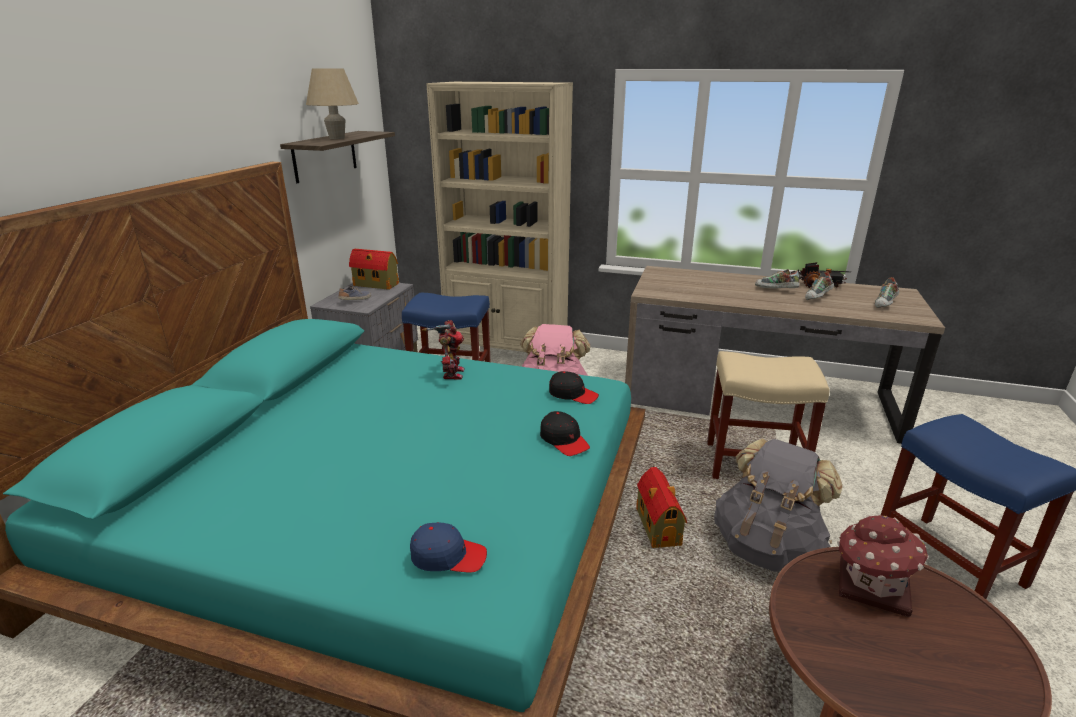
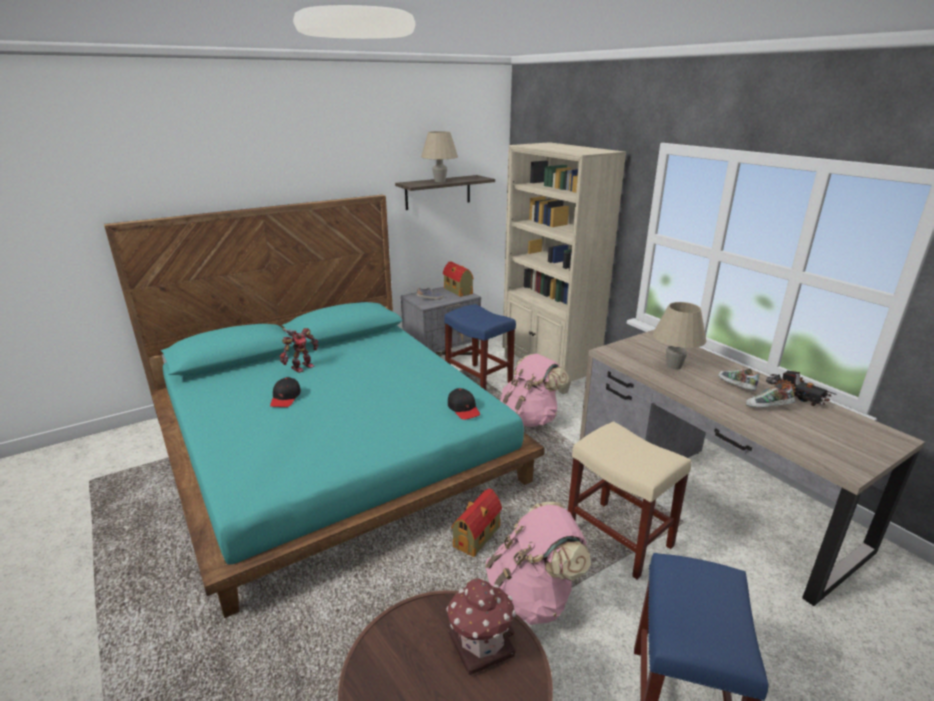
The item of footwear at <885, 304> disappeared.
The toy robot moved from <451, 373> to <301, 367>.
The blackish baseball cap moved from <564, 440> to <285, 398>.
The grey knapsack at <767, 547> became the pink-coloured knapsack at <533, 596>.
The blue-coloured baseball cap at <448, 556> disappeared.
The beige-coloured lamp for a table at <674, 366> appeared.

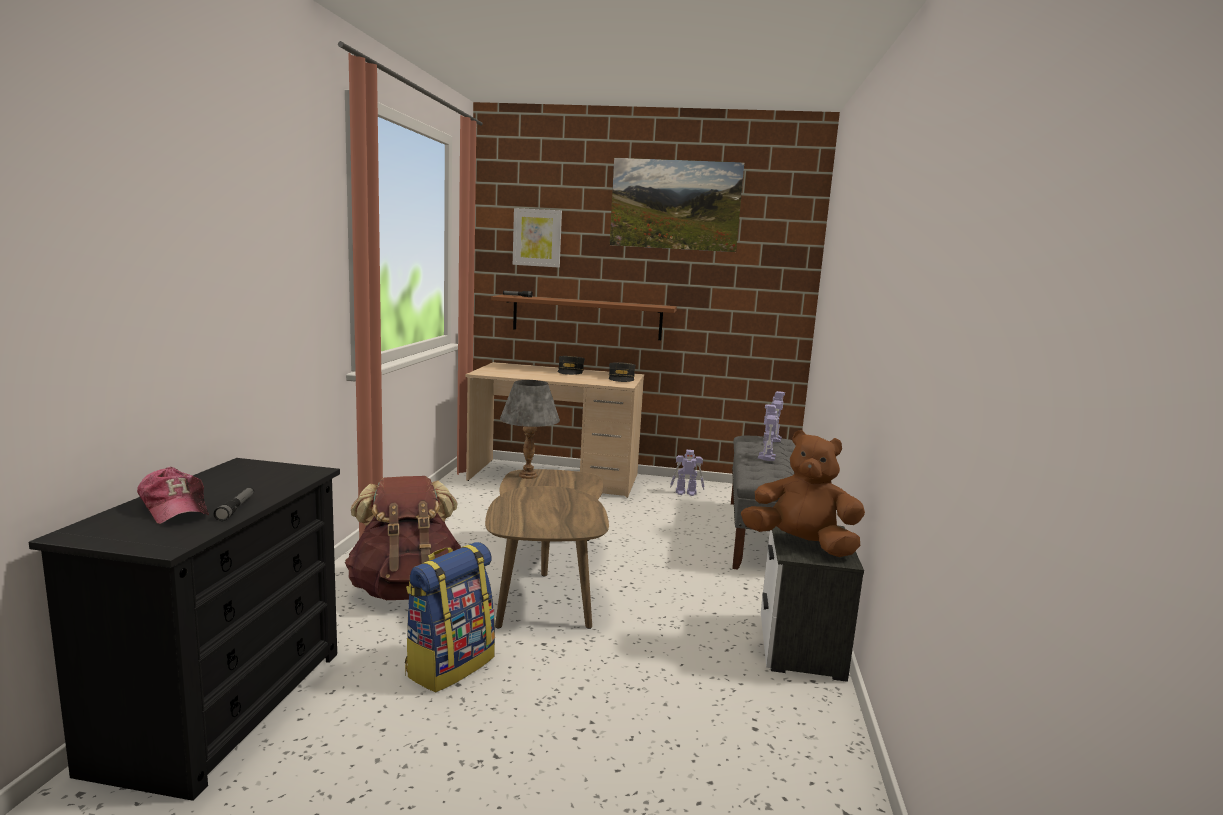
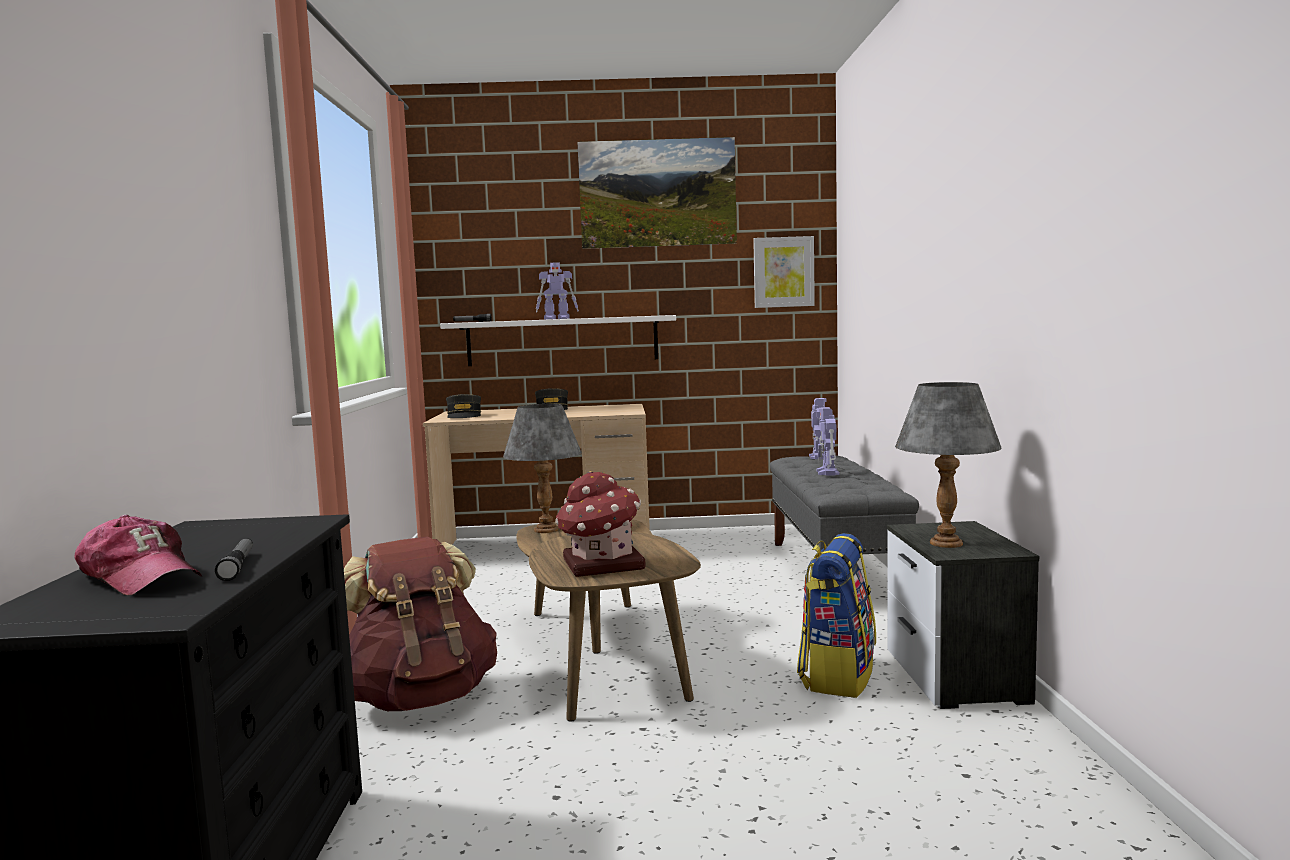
The wall art moved from <537, 238> to <783, 272>.
The brown shelf at <587, 317> became the whitish shelf at <562, 341>.
The grey baseball cap moved from <621, 378> to <464, 416>.
The brown plush toy at <801, 545> was replaced by the grey lamp for a table at <946, 543>.
The toy robot moved from <686, 493> to <557, 319>.
The knapsack moved from <449, 665> to <837, 675>.
The model house at <601, 565> appeared.

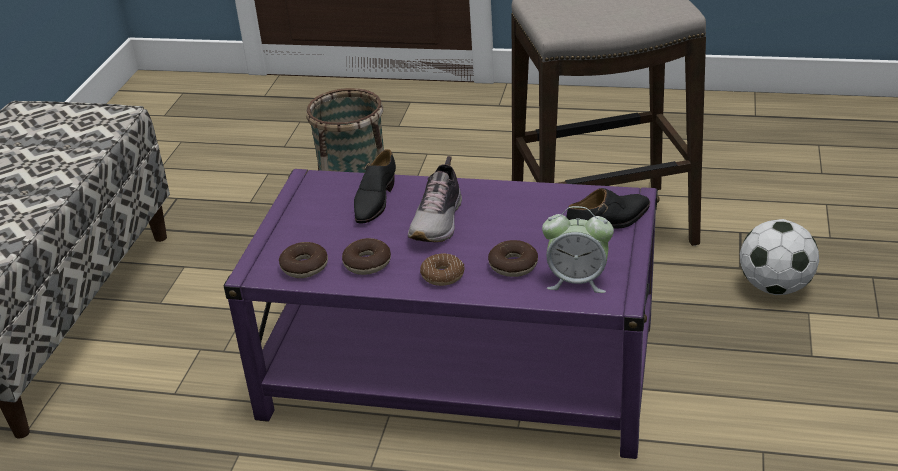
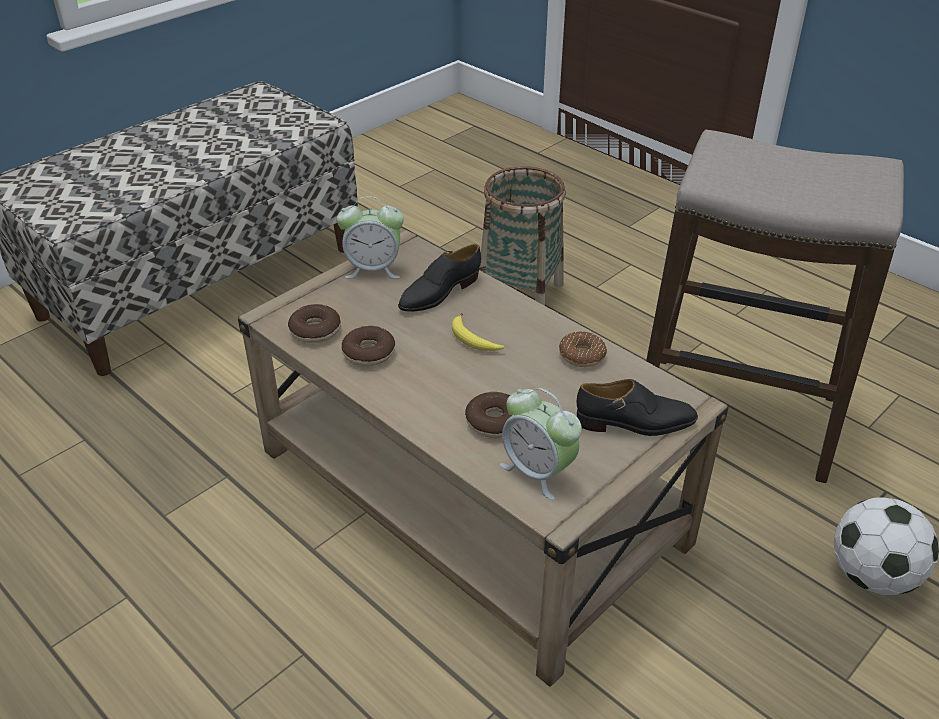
The item of footwear at <438, 221> was replaced by the whole banana at <473, 340>.
The purple low table at <460, 371> became the beige-coloured low table at <470, 497>.
The ring doughnut moved from <442, 275> to <582, 355>.
The alarm clock at <373, 269> appeared.

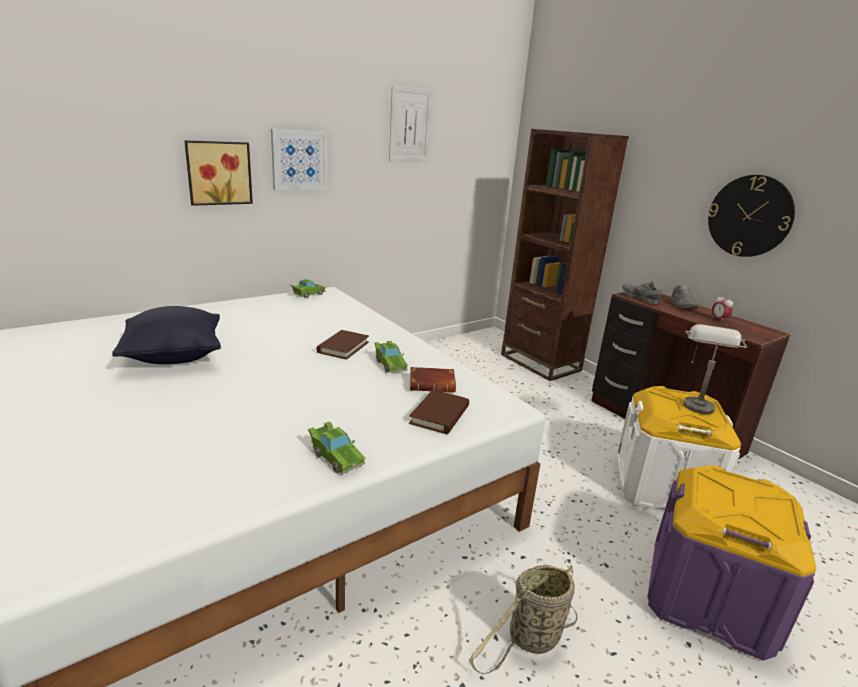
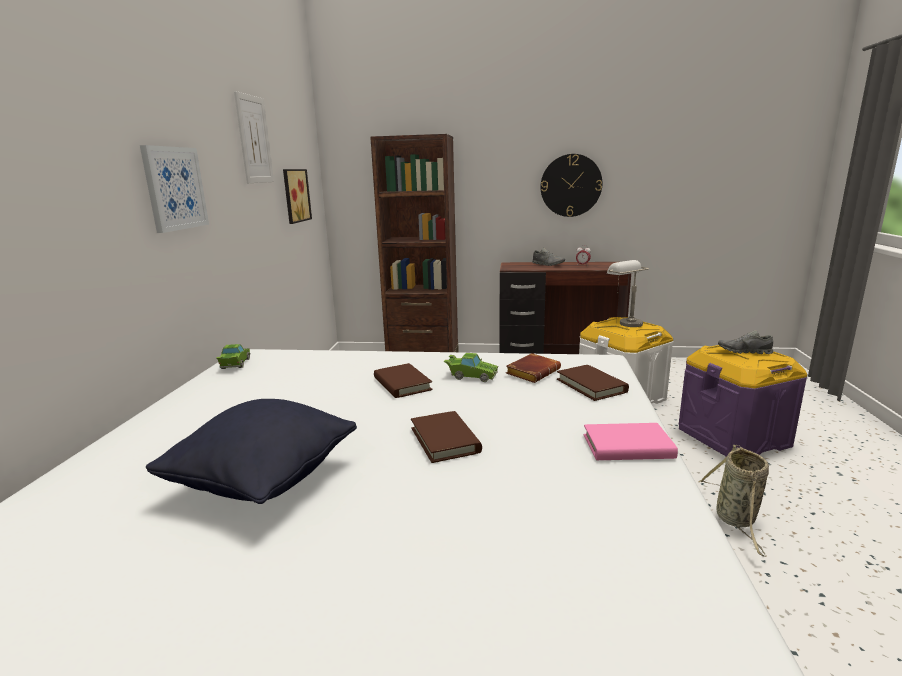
The wall art moved from <218, 173> to <294, 195>.
The grey item of footwear moved from <640, 298> to <744, 351>.
The green-coloured toy car at <335, 457> was replaced by the pink-coloured book at <627, 447>.
The brown book at <445, 440> appeared.

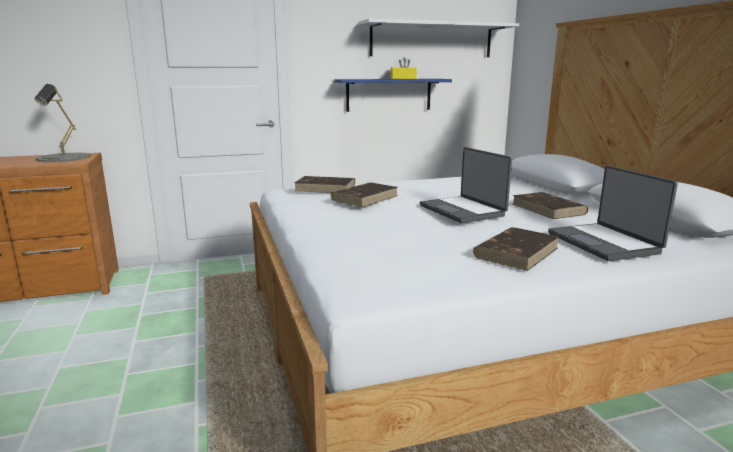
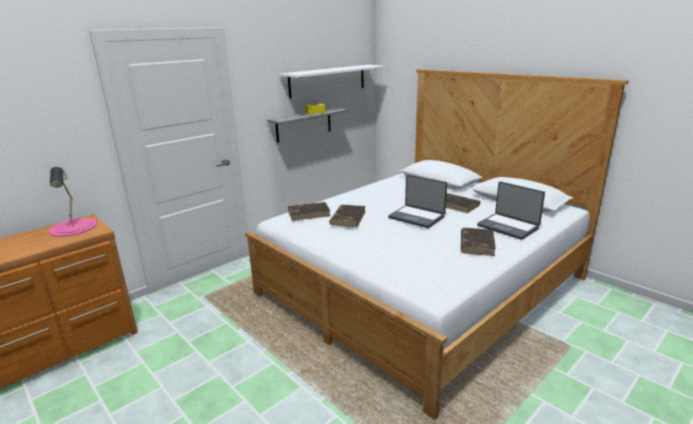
The blue-coloured shelf at <389, 95> became the grey shelf at <304, 125>.
The grey lamp for a table at <64, 157> became the pink-coloured lamp for a table at <73, 227>.

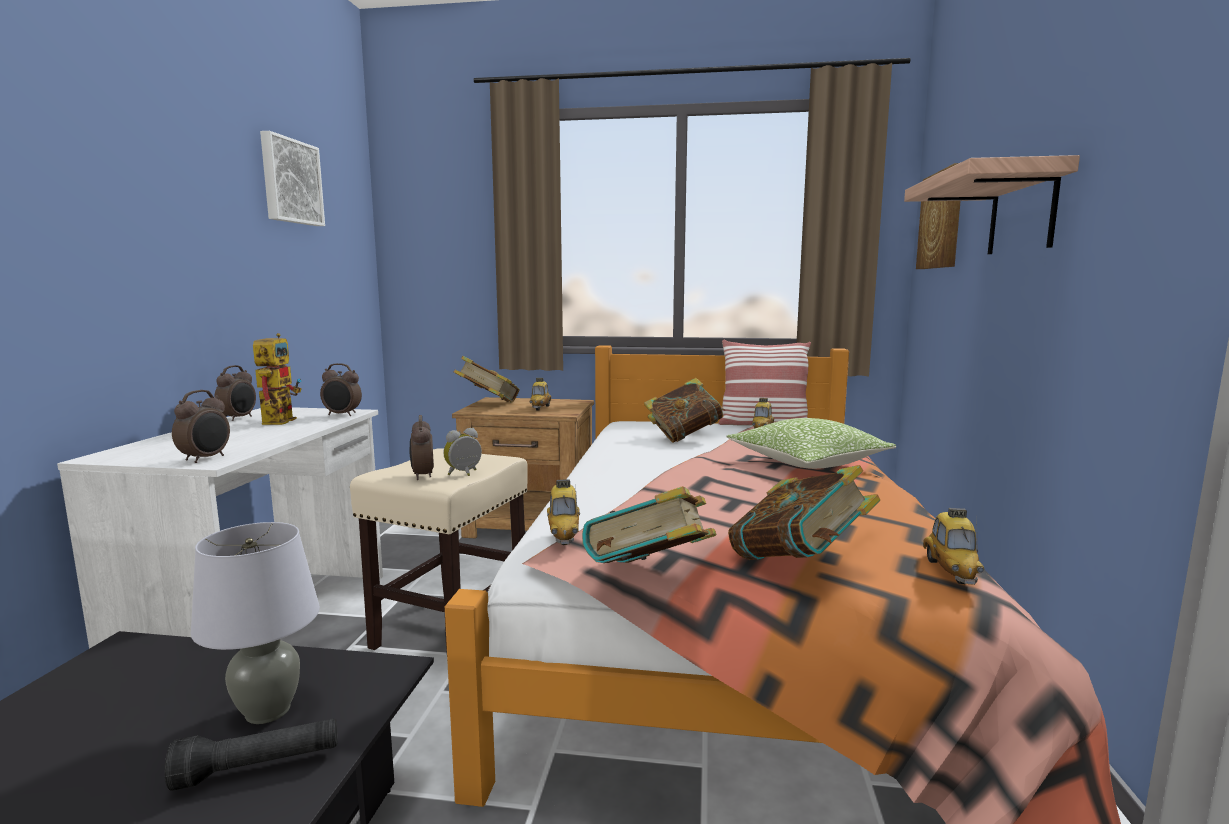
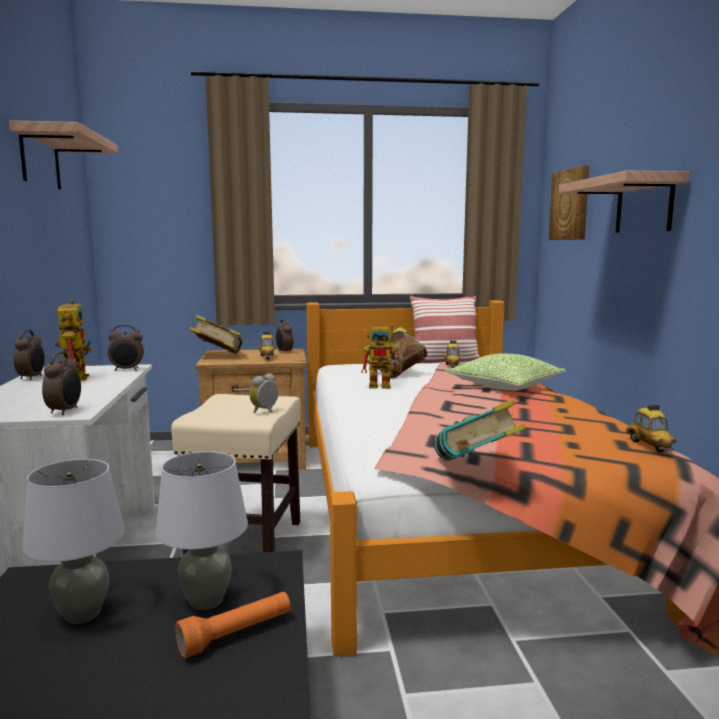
The wall art at <290, 181> was replaced by the shelf at <40, 159>.
The alarm clock moved from <422, 476> to <284, 352>.
The book at <798, 564> disappeared.
The toy car at <564, 535> disappeared.
The blackish hand torch at <259, 767> became the orange hand torch at <236, 635>.
The toy robot at <385, 386> appeared.
The grey lamp for a table at <83, 614> appeared.

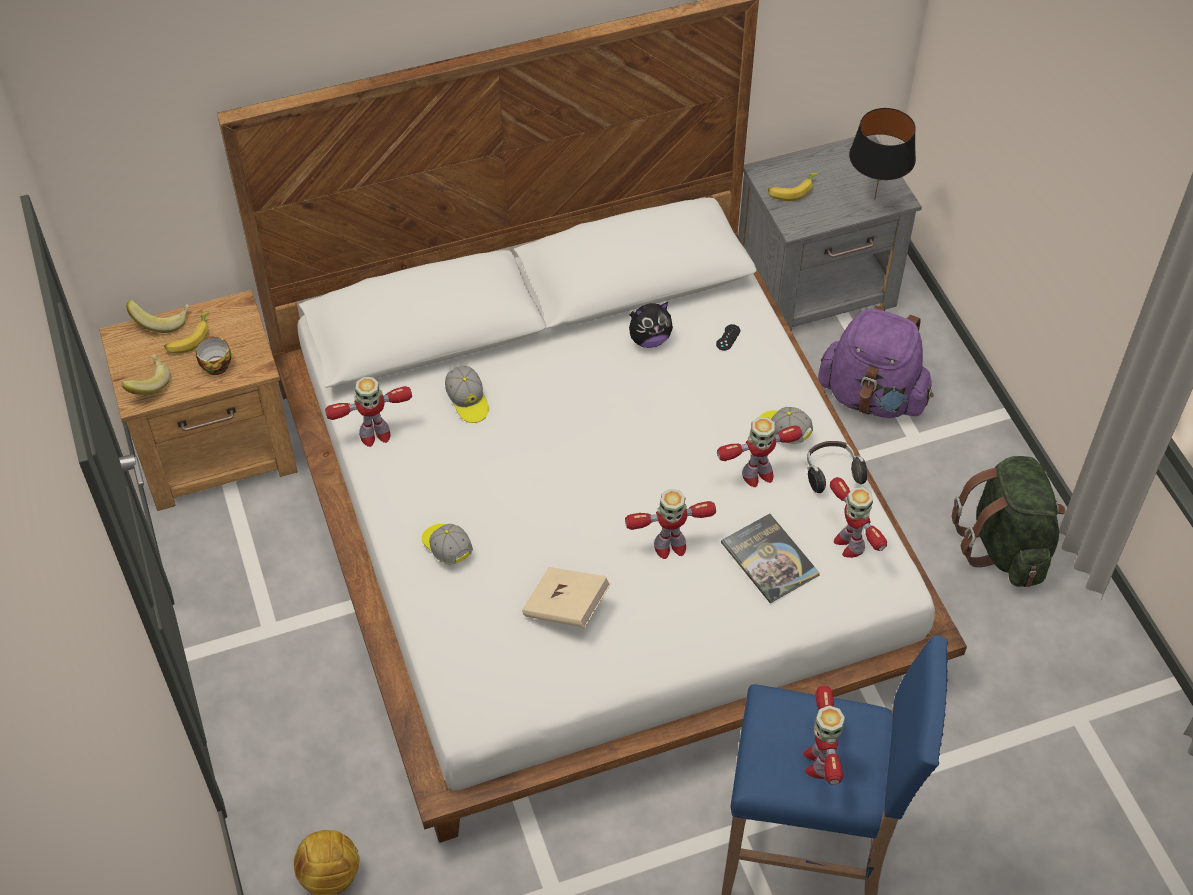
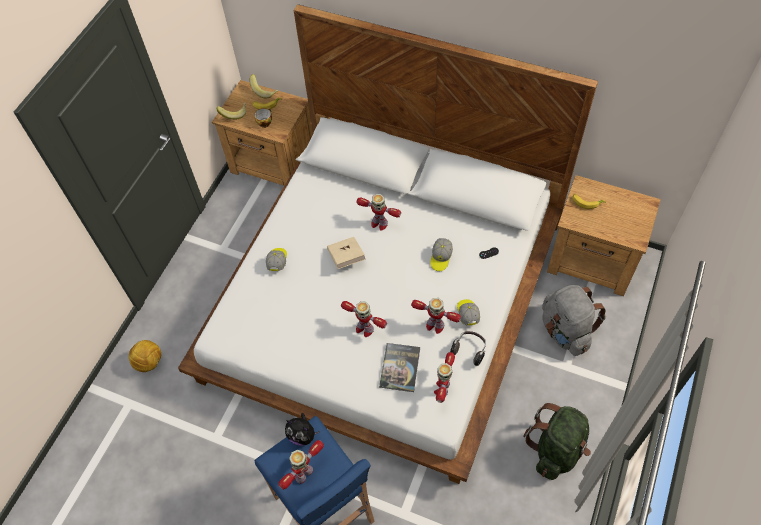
The blackish lamp for a table at <875, 200> disappeared.
The grey nightstand at <817, 287> became the brown nightstand at <593, 261>.
The plush toy moved from <649, 339> to <302, 435>.
The purple knapsack at <872, 397> became the grey knapsack at <565, 331>.
The baseball cap moved from <467, 401> to <441, 257>.
The toy robot moved from <374, 435> to <379, 223>.
The beige-coloured book moved from <566, 608> to <346, 258>.

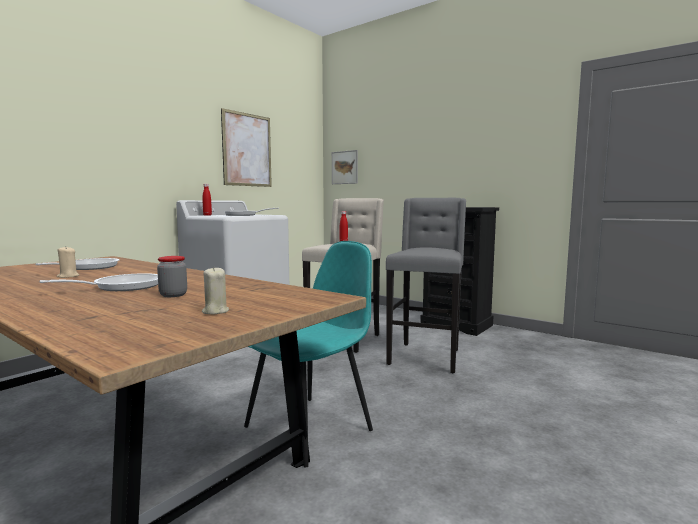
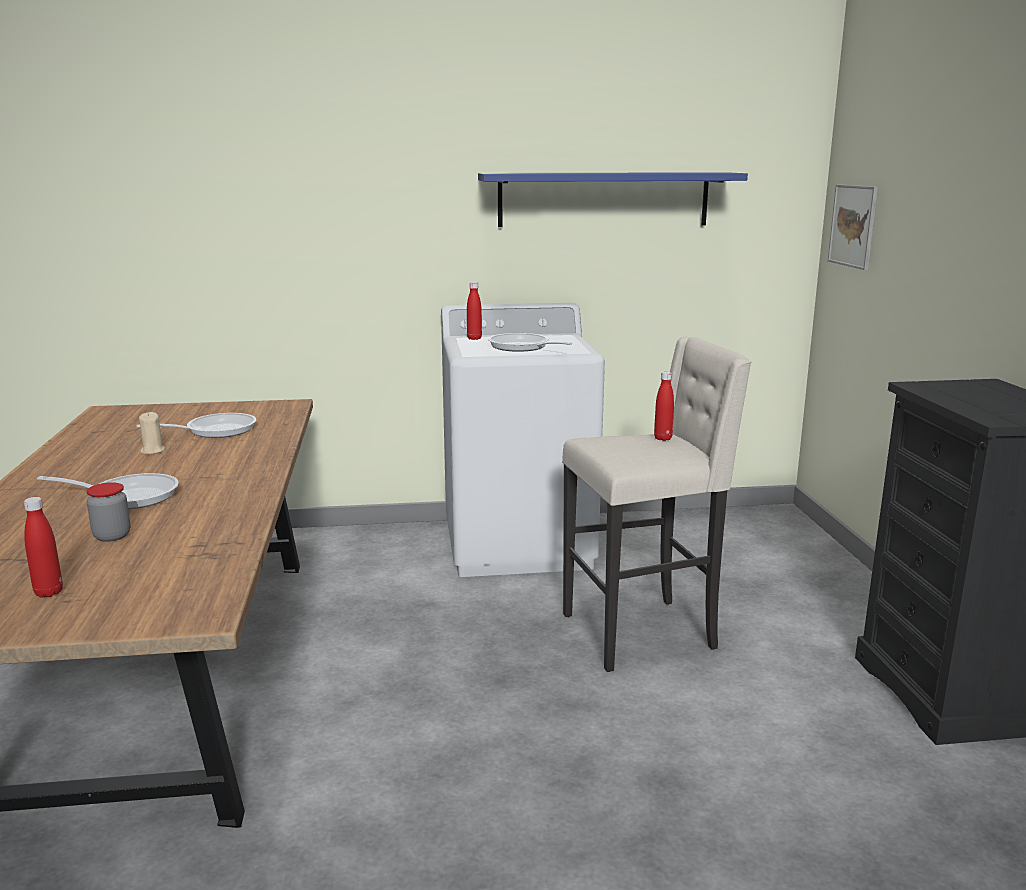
The wall art at <247, 150> was replaced by the blue-coloured shelf at <603, 199>.
The grey stool seat at <425, 356> disappeared.
The turquoise-coloured plain chair at <311, 427> disappeared.
The beige-coloured wax light at <215, 311> was replaced by the reddish drink bottle at <49, 592>.

